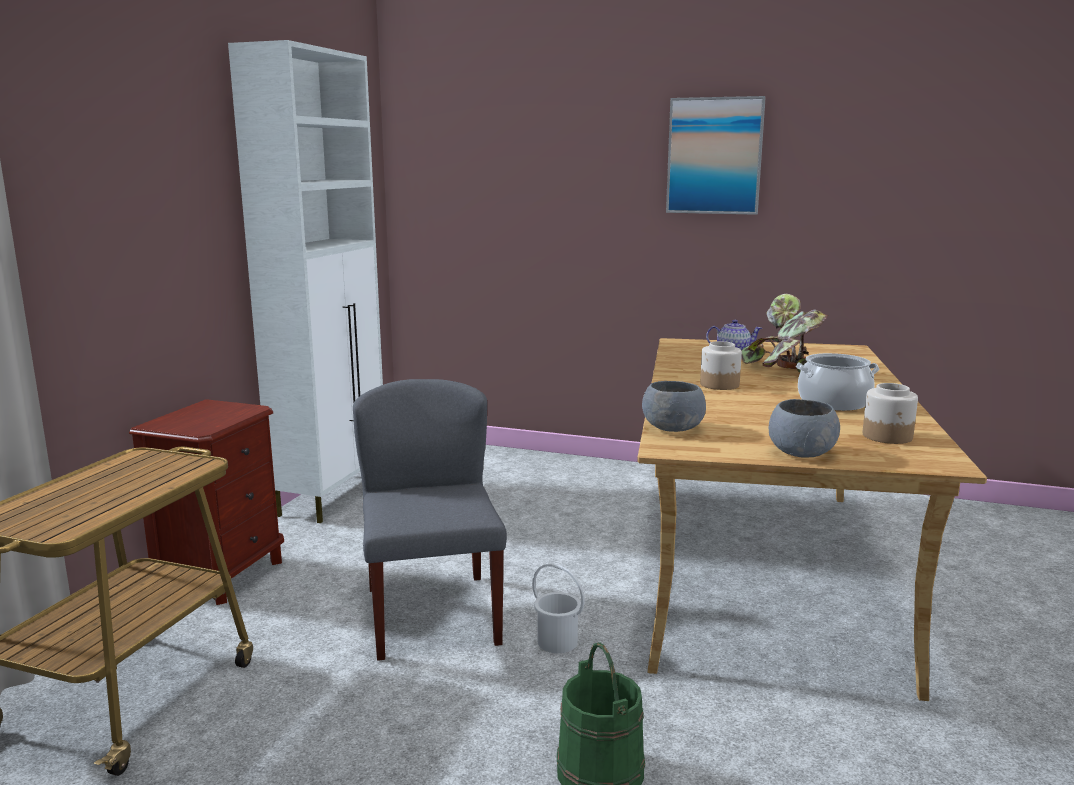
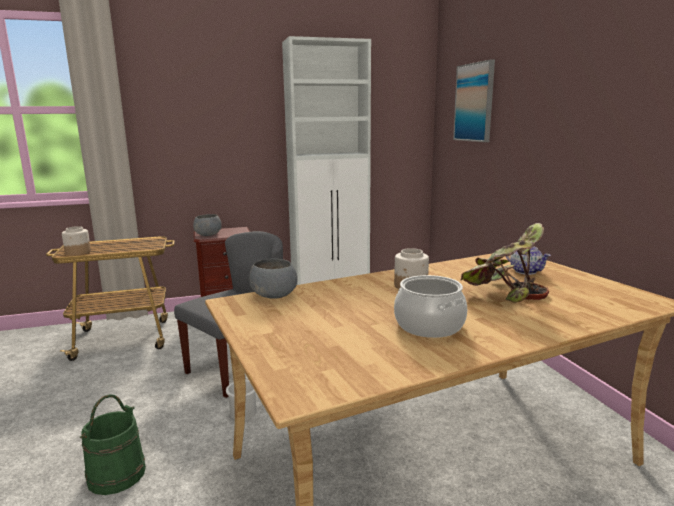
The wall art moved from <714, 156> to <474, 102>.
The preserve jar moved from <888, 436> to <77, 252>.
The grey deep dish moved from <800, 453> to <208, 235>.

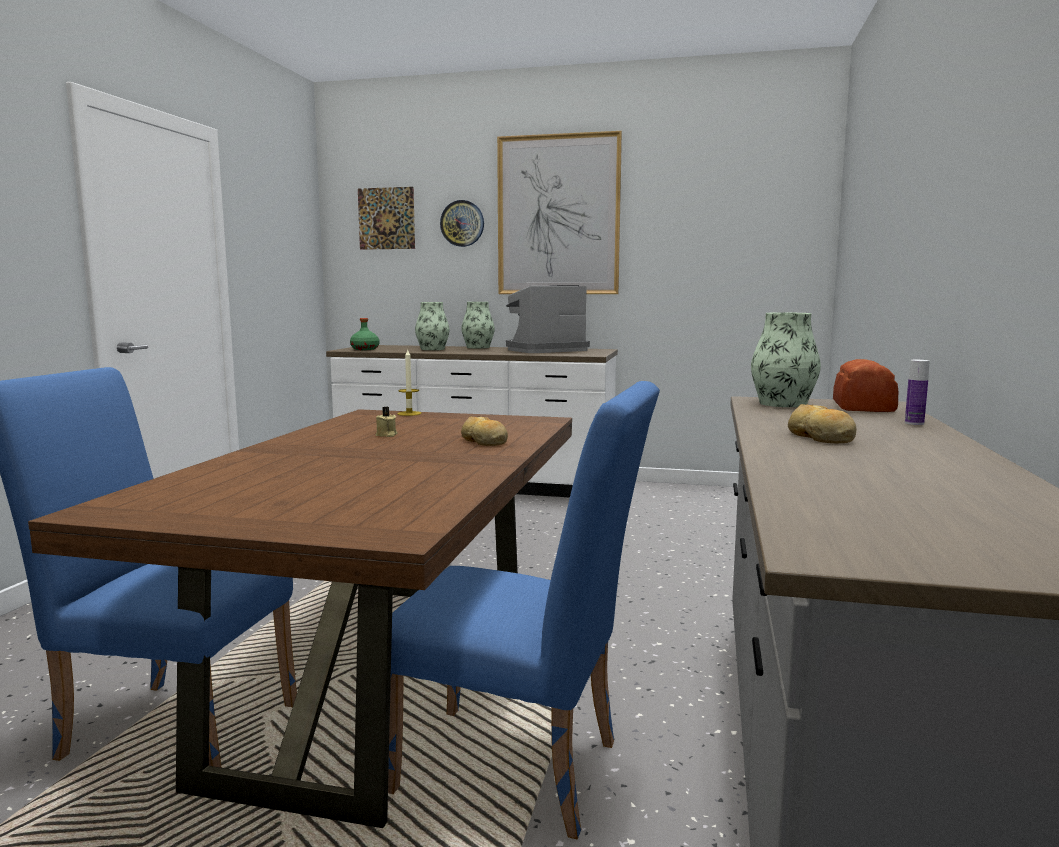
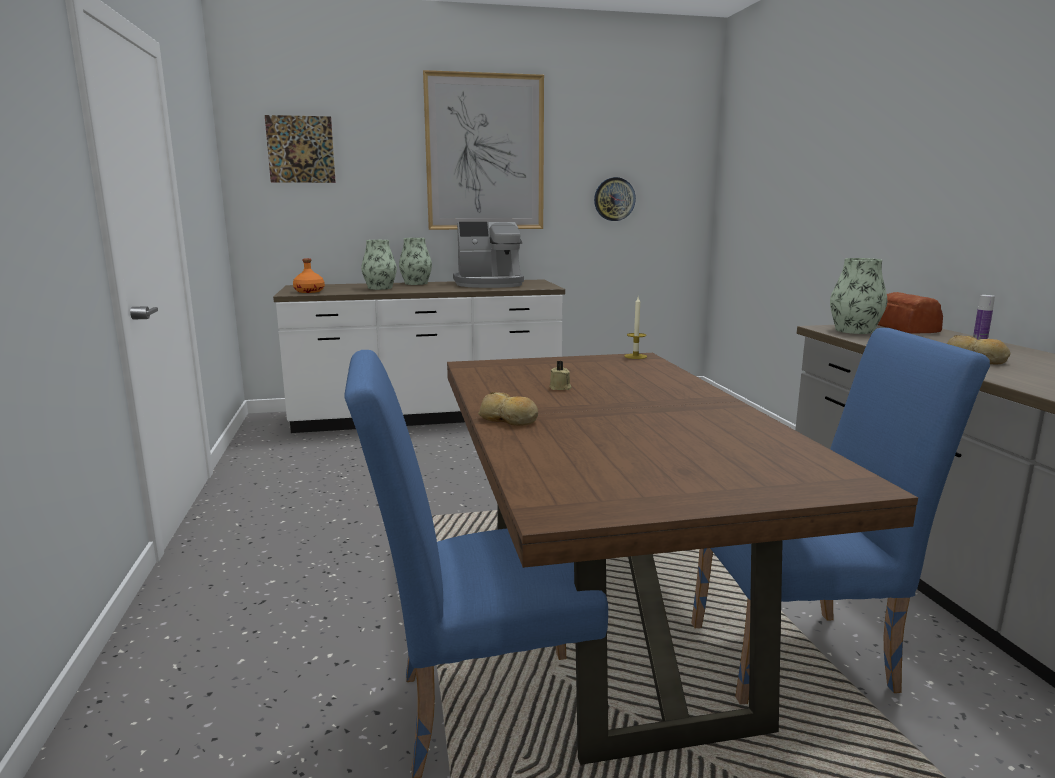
The hanging clock moved from <462, 223> to <614, 199>.
The coffee machine at <544, 350> turned 135 degrees counterclockwise.
The green-coloured drink bottle at <365, 349> became the orange drink bottle at <309, 291>.
The wax light moved from <409, 413> to <635, 356>.
The baked bread moved from <484, 441> to <508, 419>.

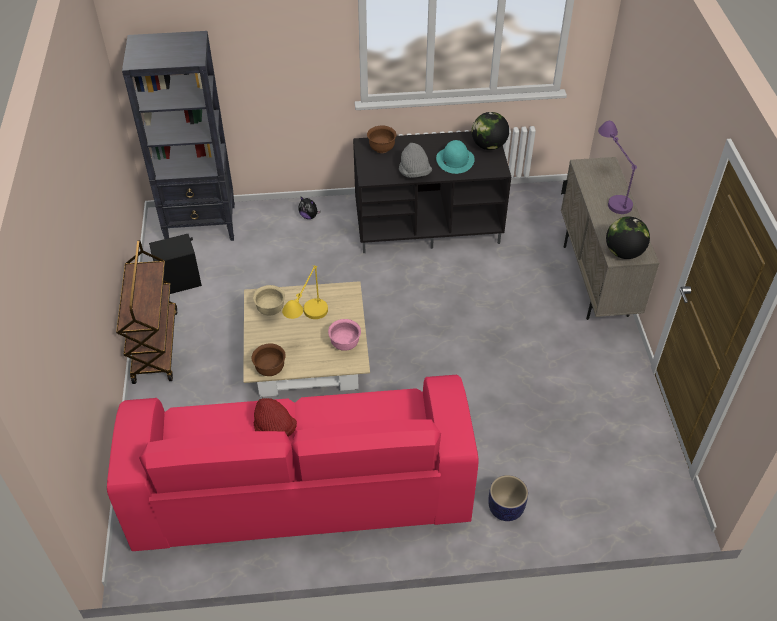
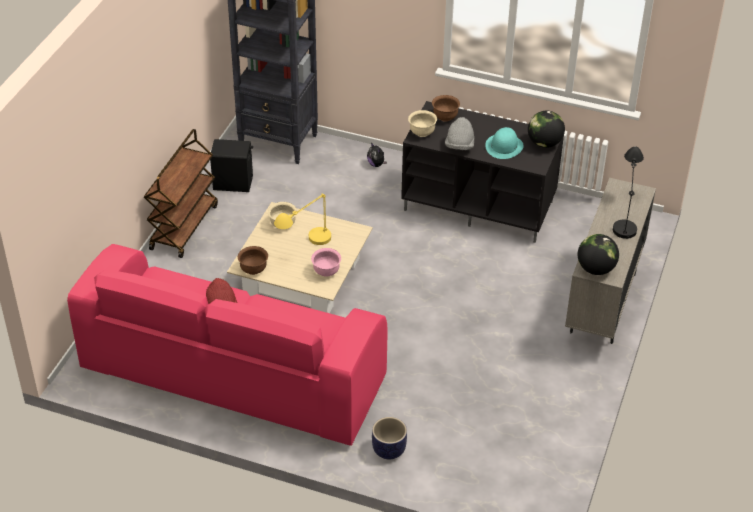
The purple lamp for a table at <610, 192> became the blackish lamp for a table at <625, 216>.
The beige-coloured deep dish at <422, 132> appeared.

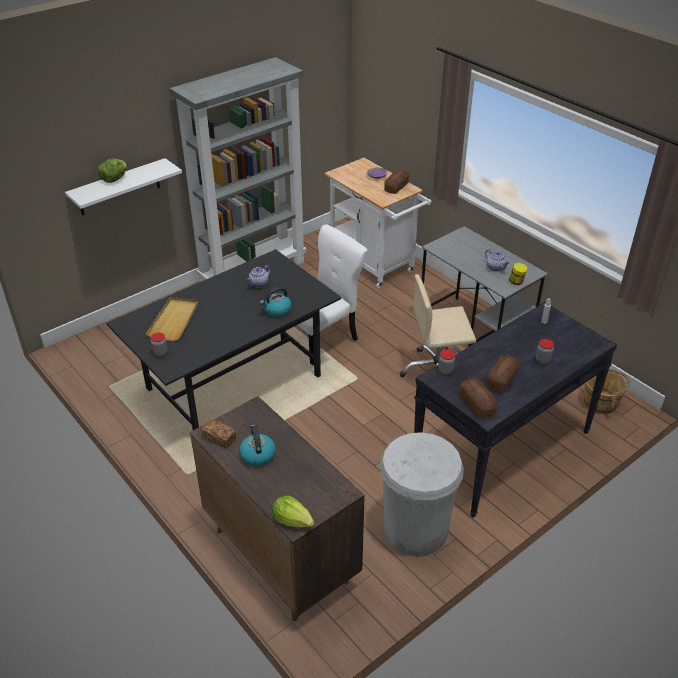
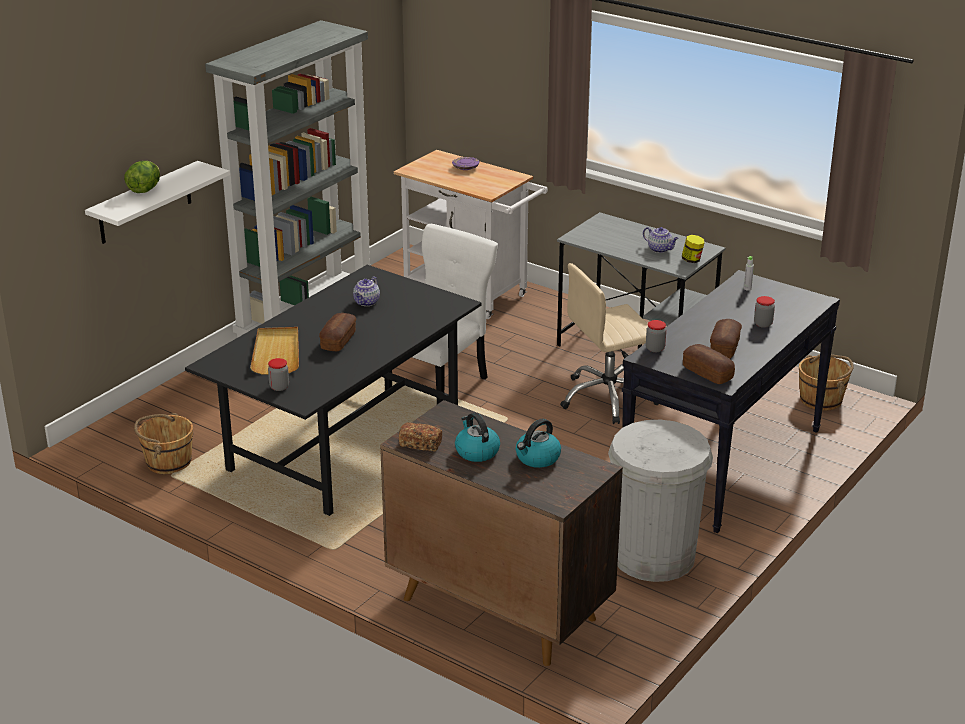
The baked bread moved from <396, 187> to <338, 340>.
The kettle moved from <277, 310> to <537, 458>.
The lettuce head at <293, 520> disappeared.
The brown water bucket at <168, 462> appeared.

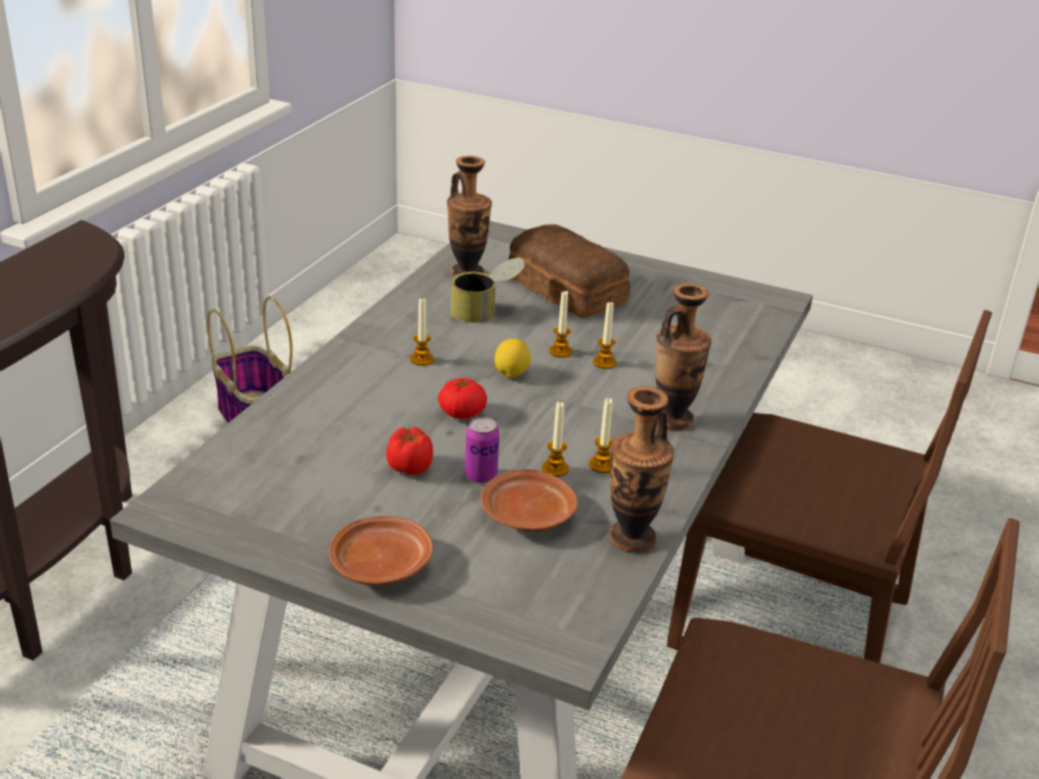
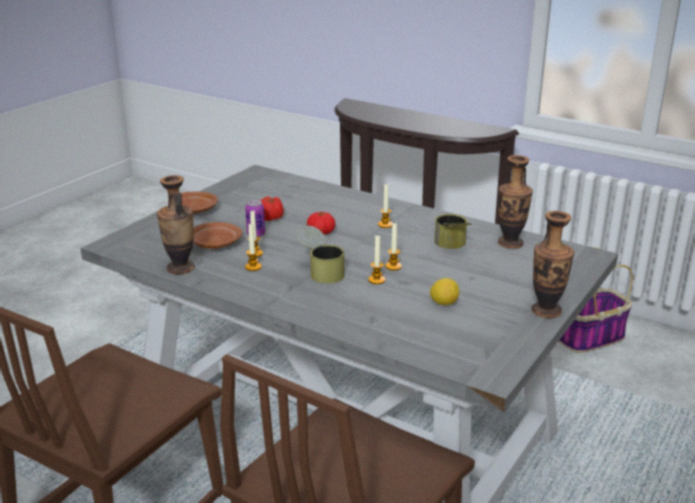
The baked bread at <566, 290> disappeared.
The decorative vase moved from <673, 419> to <546, 311>.
The lemon moved from <511, 373> to <444, 303>.
The metal can at <321, 271> appeared.

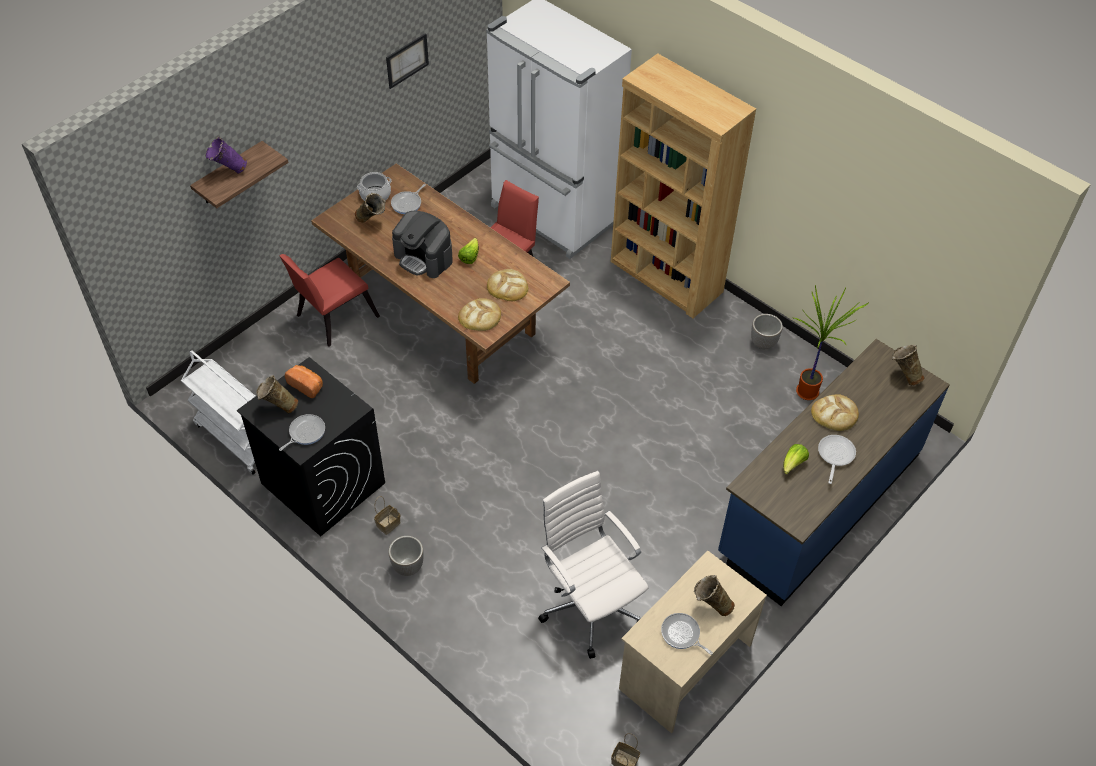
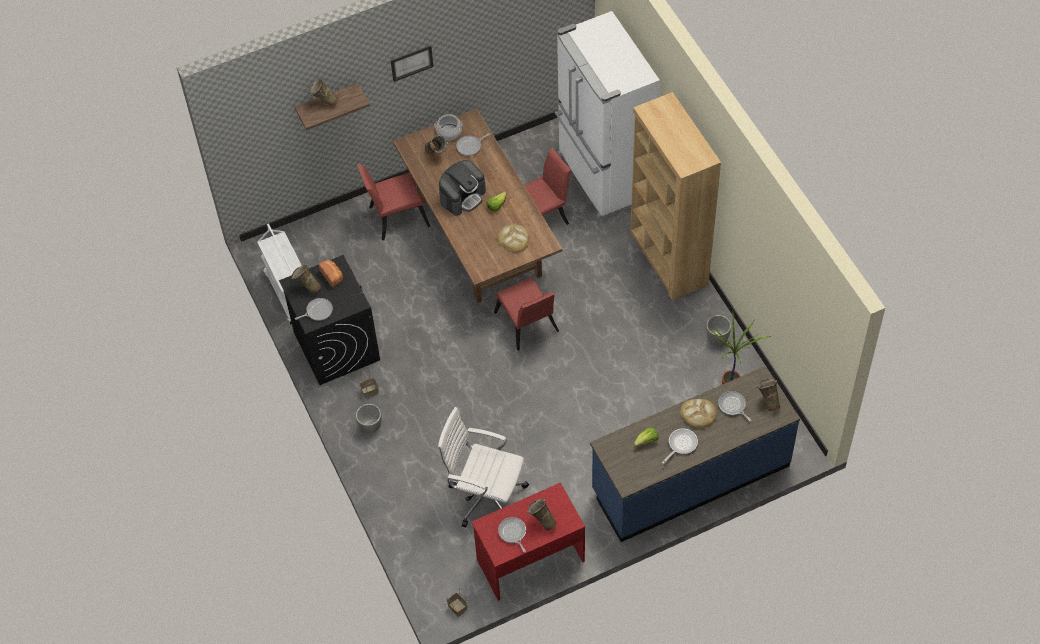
The wall art moved from <407, 60> to <411, 63>.
The purple decorative vase at <228, 172> became the beige-coloured decorative vase at <324, 103>.
The coffee machine at <424, 257> turned 105 degrees counterclockwise.
The baked bread at <480, 316> disappeared.
The whitish computer chair at <590, 604> turned 60 degrees counterclockwise.
The beige-coloured desk unit at <684, 666> became the reddish desk unit at <529, 559>.
The reddish plain chair at <527, 325> appeared.
The skillet at <732, 406> appeared.

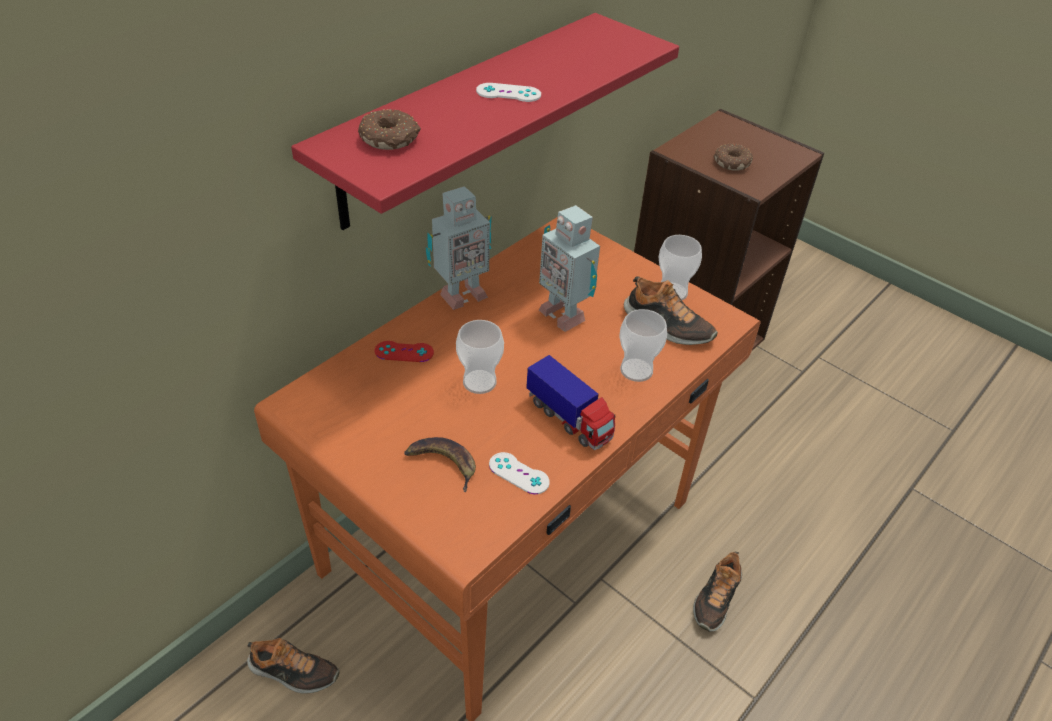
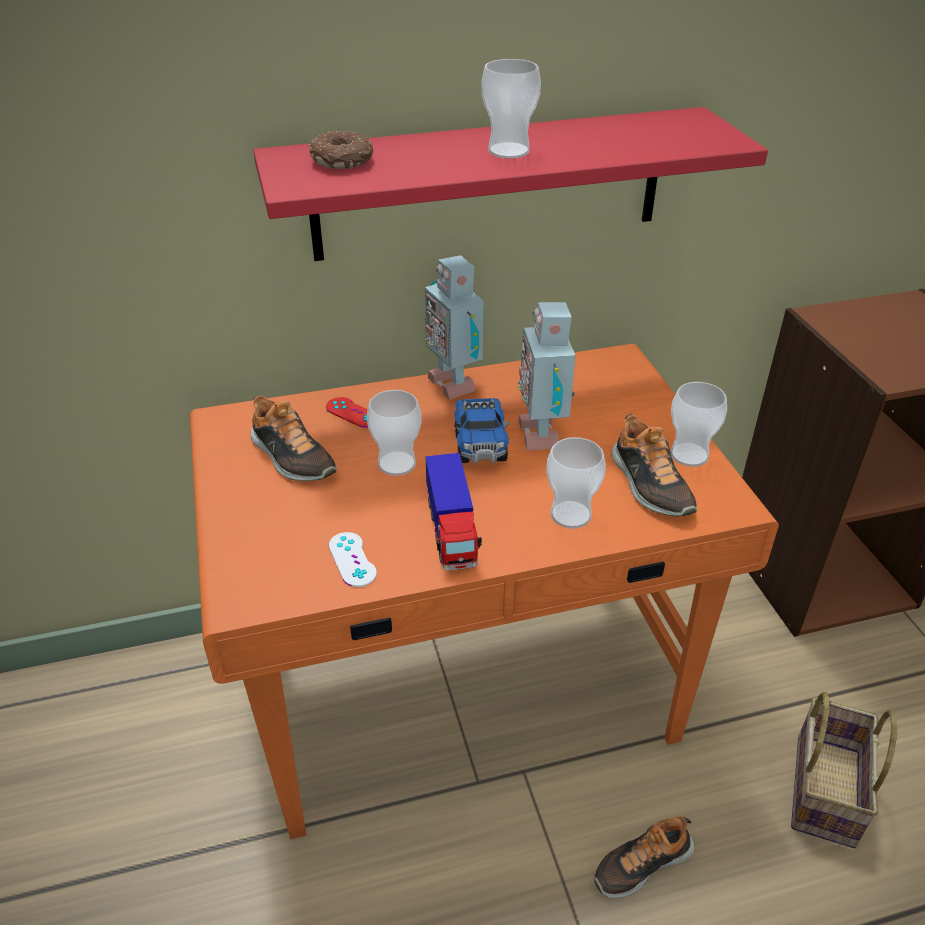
The whitish game controller at <508, 93> was replaced by the cup at <508, 151>.
The ring doughnut at <731, 162> disappeared.
The toy robot at <460, 295> turned 60 degrees clockwise.
The whole banana at <442, 463> disappeared.
The item of footwear moved from <293, 672> to <291, 458>.
The toy truck at <480, 446> appeared.
The storage basket at <822, 786> appeared.

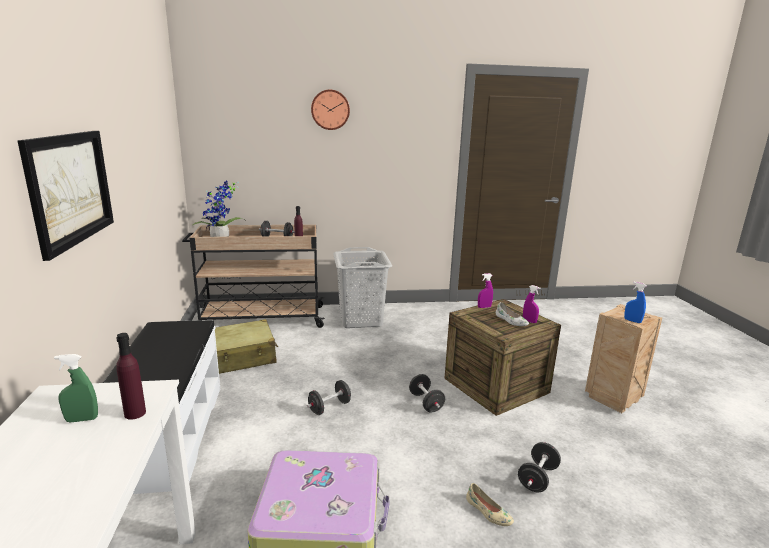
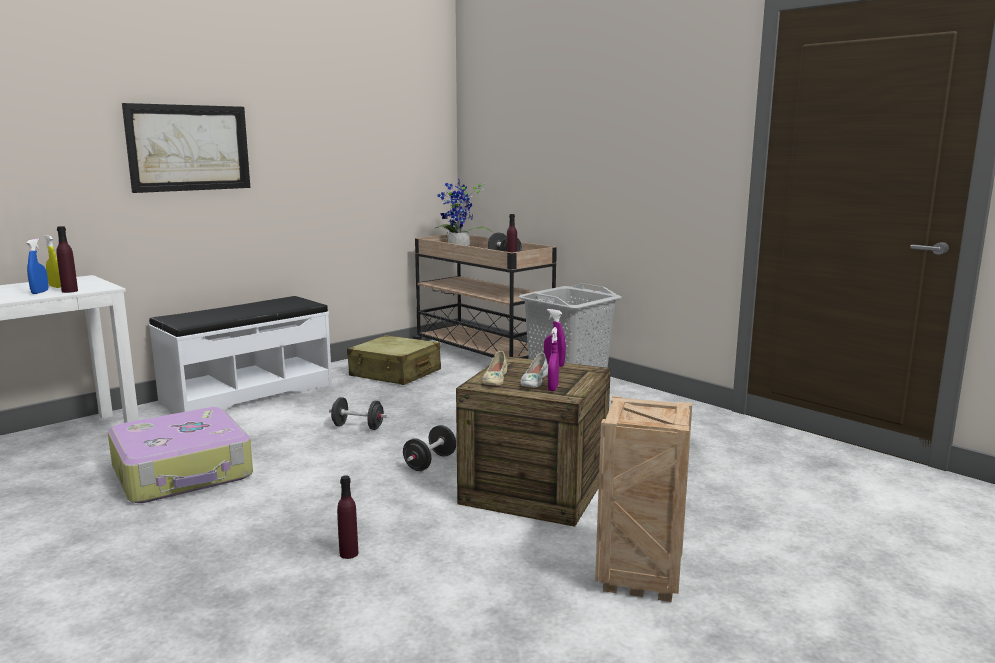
The hanging clock at <330, 109> disappeared.
The blue-coloured hand sprayer moved from <632, 321> to <40, 292>.
The green-coloured hand sprayer at <82, 419> became the yellowish hand sprayer at <55, 287>.
The blackish free weight at <537, 478> was replaced by the purple drink bottle at <349, 553>.
The beige-coloured item of footwear moved from <488, 512> to <494, 379>.

